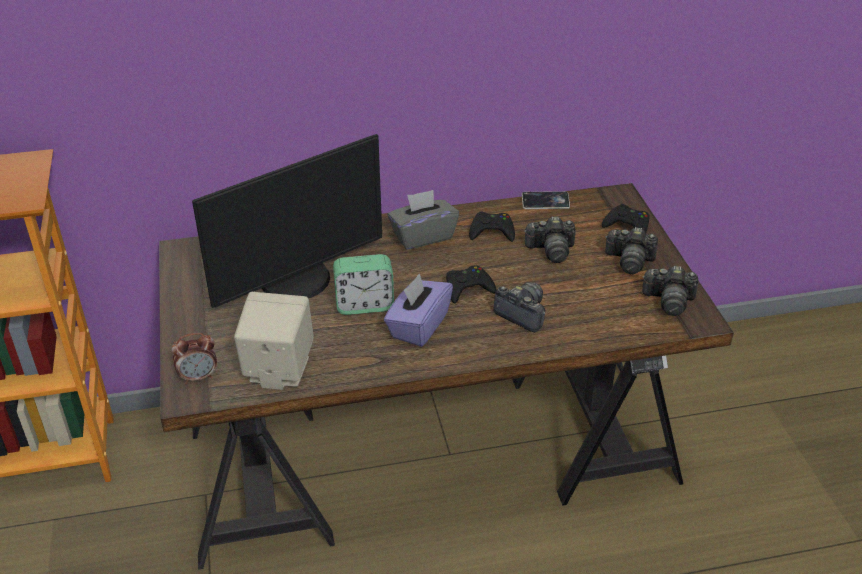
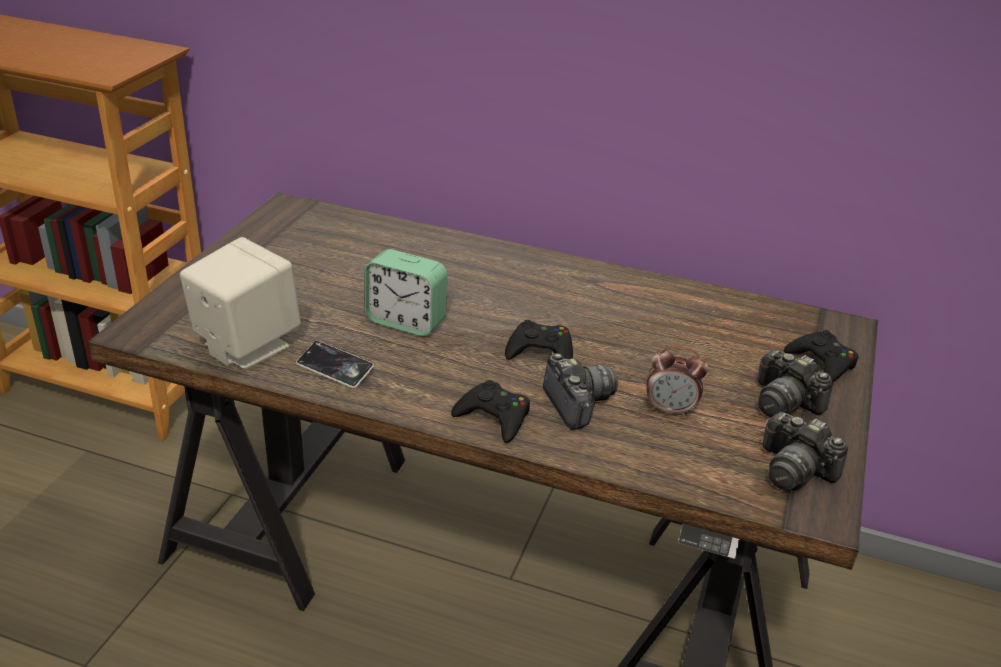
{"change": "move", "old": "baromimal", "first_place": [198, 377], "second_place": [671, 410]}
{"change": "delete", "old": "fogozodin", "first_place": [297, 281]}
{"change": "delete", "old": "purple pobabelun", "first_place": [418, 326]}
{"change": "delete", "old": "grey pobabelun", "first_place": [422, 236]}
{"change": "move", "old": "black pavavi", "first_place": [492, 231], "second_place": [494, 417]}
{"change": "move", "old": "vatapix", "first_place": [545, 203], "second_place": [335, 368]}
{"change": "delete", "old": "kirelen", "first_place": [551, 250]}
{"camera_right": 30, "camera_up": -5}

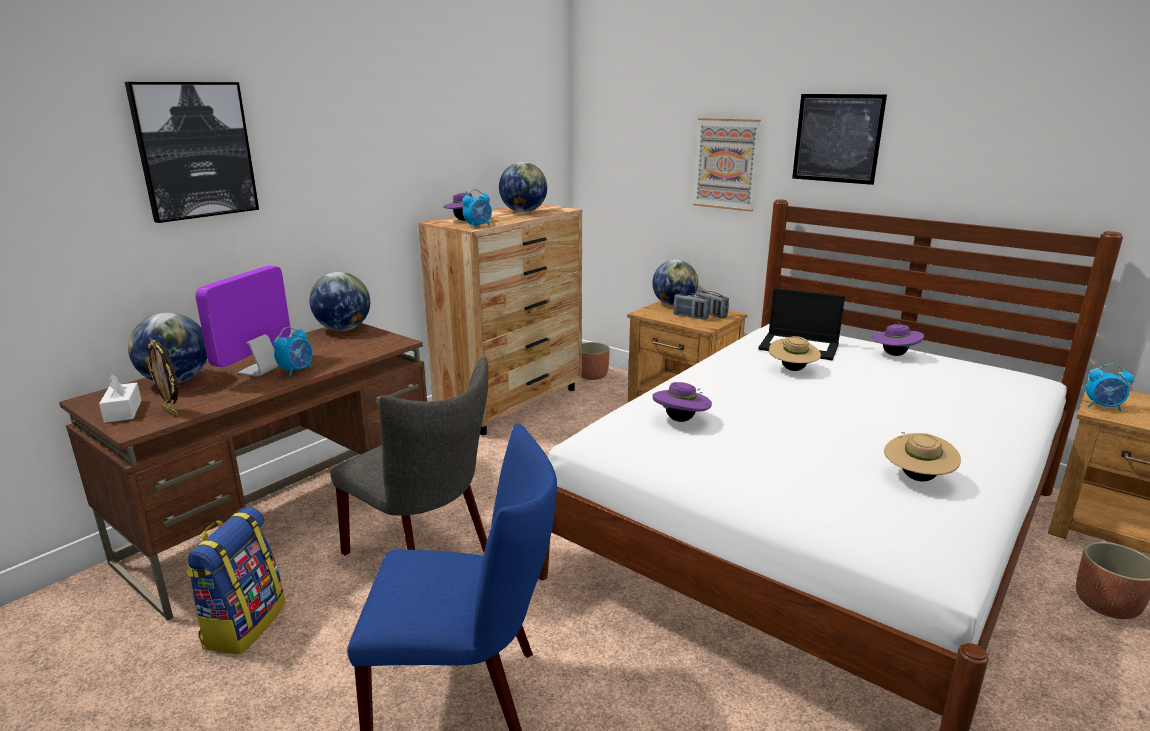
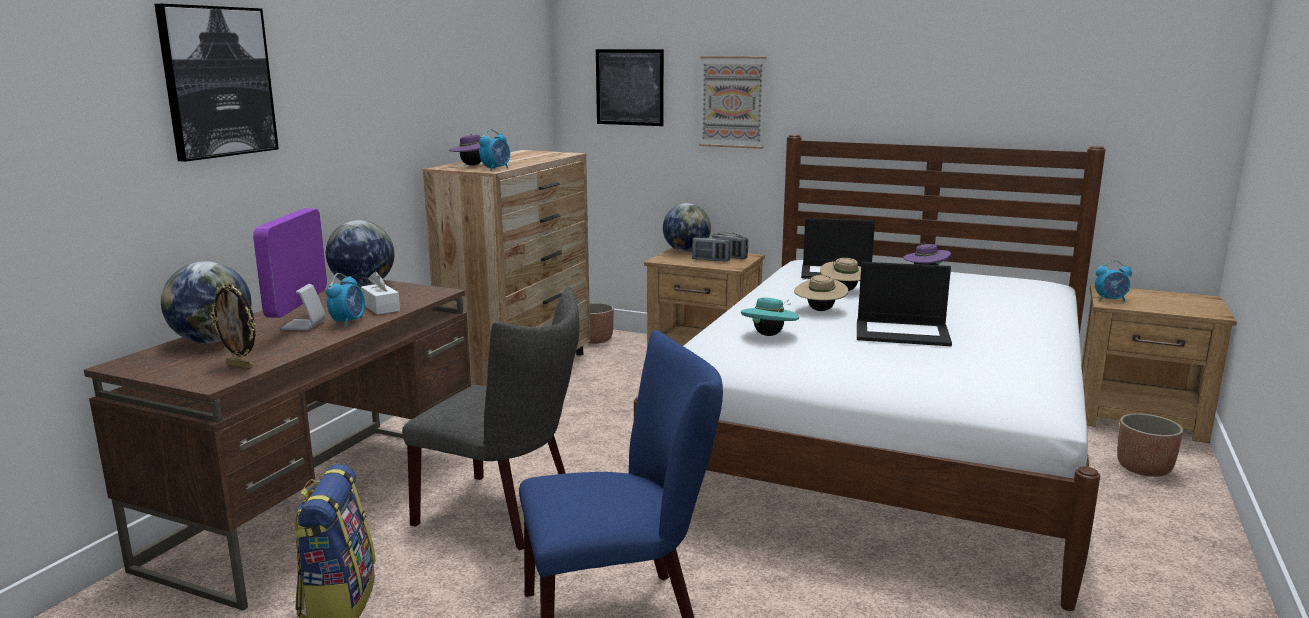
{"change": "move", "old": "white pobabelun", "first_place": [123, 411], "second_place": [381, 307]}
{"change": "delete", "old": "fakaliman", "first_place": [523, 212]}
{"change": "recolor", "old": "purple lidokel", "new": "turquoise lidokel", "first_place": [680, 420], "second_place": [769, 335]}
{"change": "move", "old": "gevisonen", "first_place": [837, 138], "second_place": [629, 87]}
{"change": "move", "old": "beige lidokel", "first_place": [916, 478], "second_place": [819, 310]}
{"change": "insert", "new": "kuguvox", "second_place": [903, 333]}
{"camera_right": -15, "camera_up": -5}

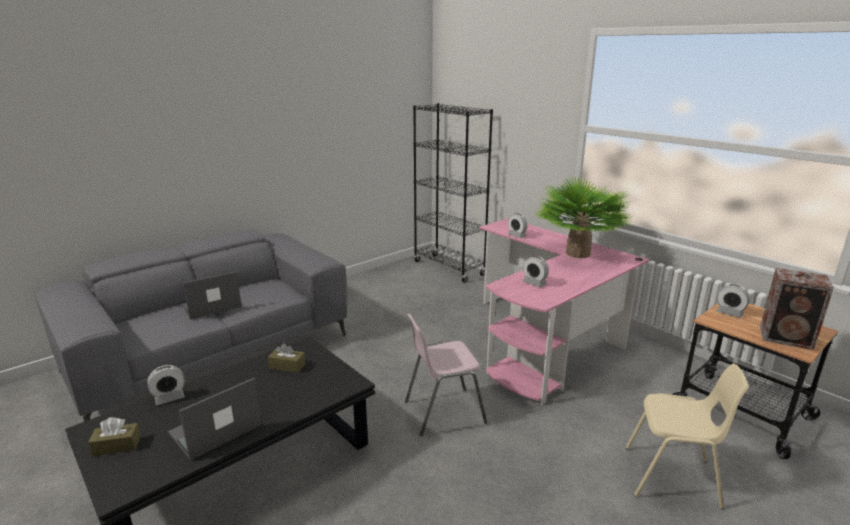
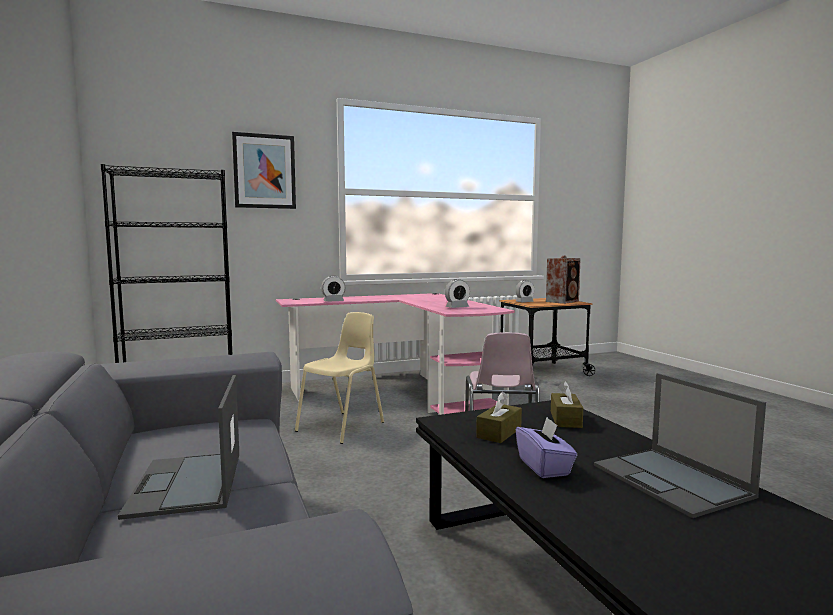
{"change": "move", "old": "brown pobabelun", "first_place": [117, 446], "second_place": [565, 419]}
{"change": "delete", "old": "baromimal", "first_place": [169, 398]}
{"change": "delete", "old": "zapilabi", "first_place": [578, 253]}
{"change": "move", "old": "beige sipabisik", "first_place": [672, 478], "second_place": [342, 427]}
{"change": "insert", "new": "gevisonen", "second_place": [264, 171]}
{"change": "insert", "new": "purple pobabelun", "second_place": [544, 467]}
{"camera_right": -70, "camera_up": -15}

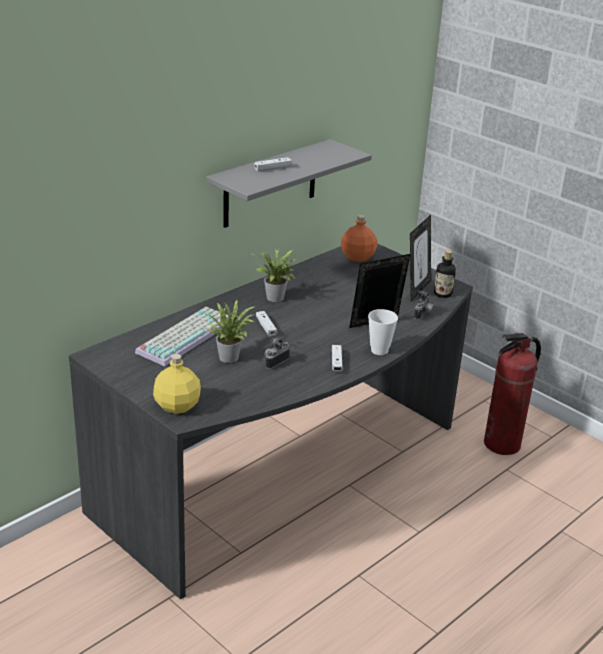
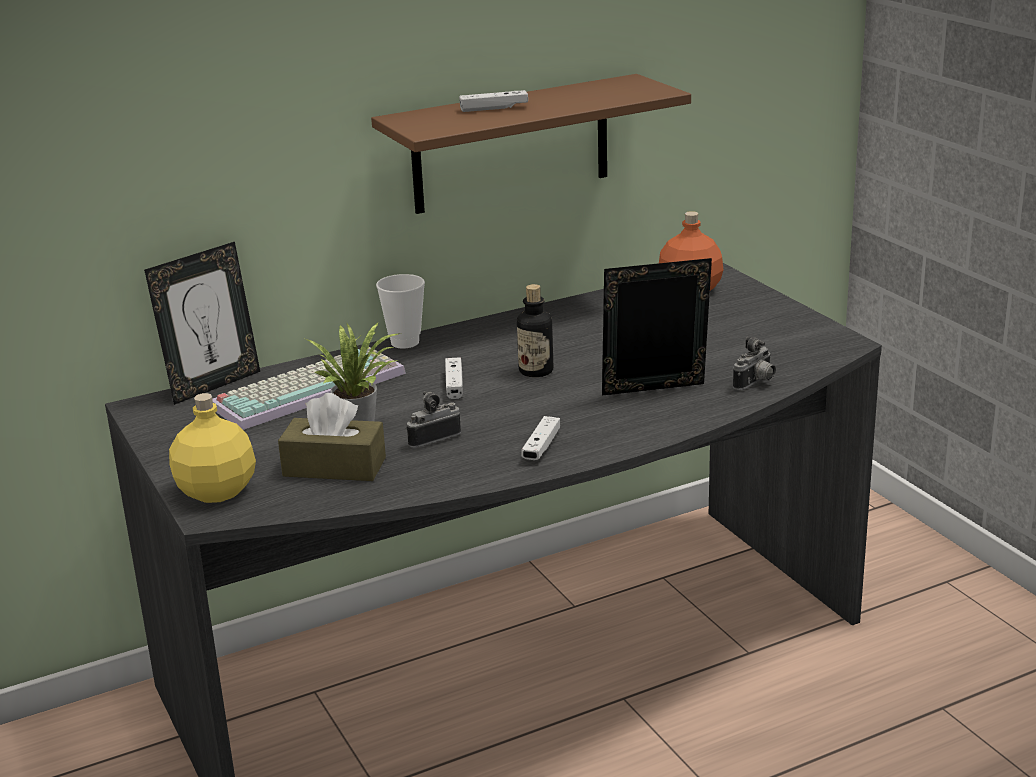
{"change": "recolor", "old": "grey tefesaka", "new": "brown tefesaka", "first_place": [270, 184], "second_place": [511, 144]}
{"change": "delete", "old": "zapilabi", "first_place": [275, 299]}
{"change": "move", "old": "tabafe", "first_place": [379, 350], "second_place": [405, 342]}
{"change": "move", "old": "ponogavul", "first_place": [417, 289], "second_place": [213, 385]}
{"change": "move", "old": "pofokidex", "first_place": [442, 294], "second_place": [536, 371]}
{"change": "delete", "old": "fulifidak", "first_place": [502, 444]}
{"change": "insert", "new": "brown pobabelun", "second_place": [334, 467]}
{"camera_right": 20, "camera_up": -5}

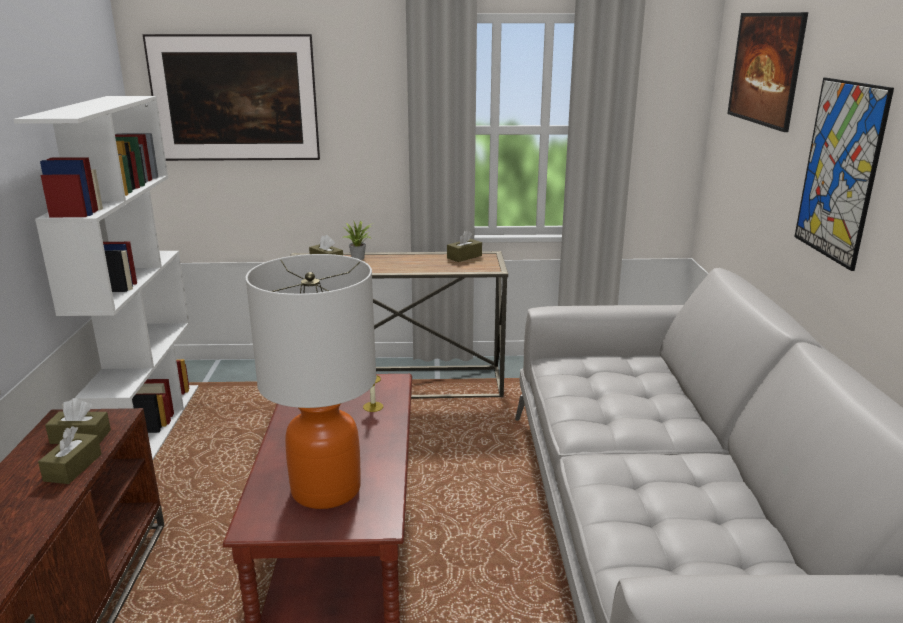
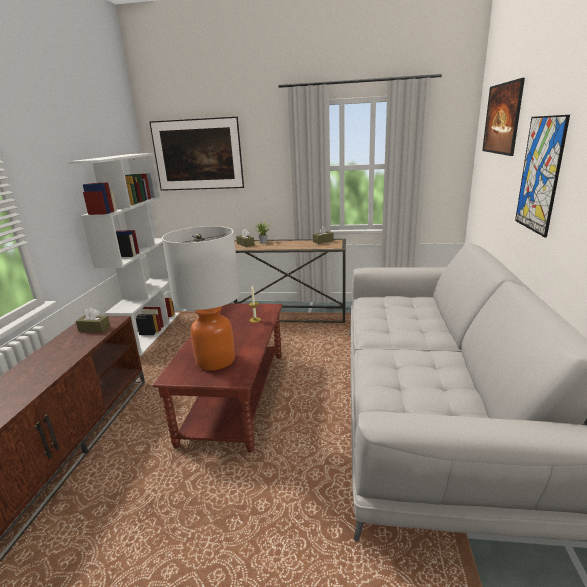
{"change": "delete", "old": "brown pobabelun", "first_place": [73, 467]}
{"camera_right": 10, "camera_up": 0}

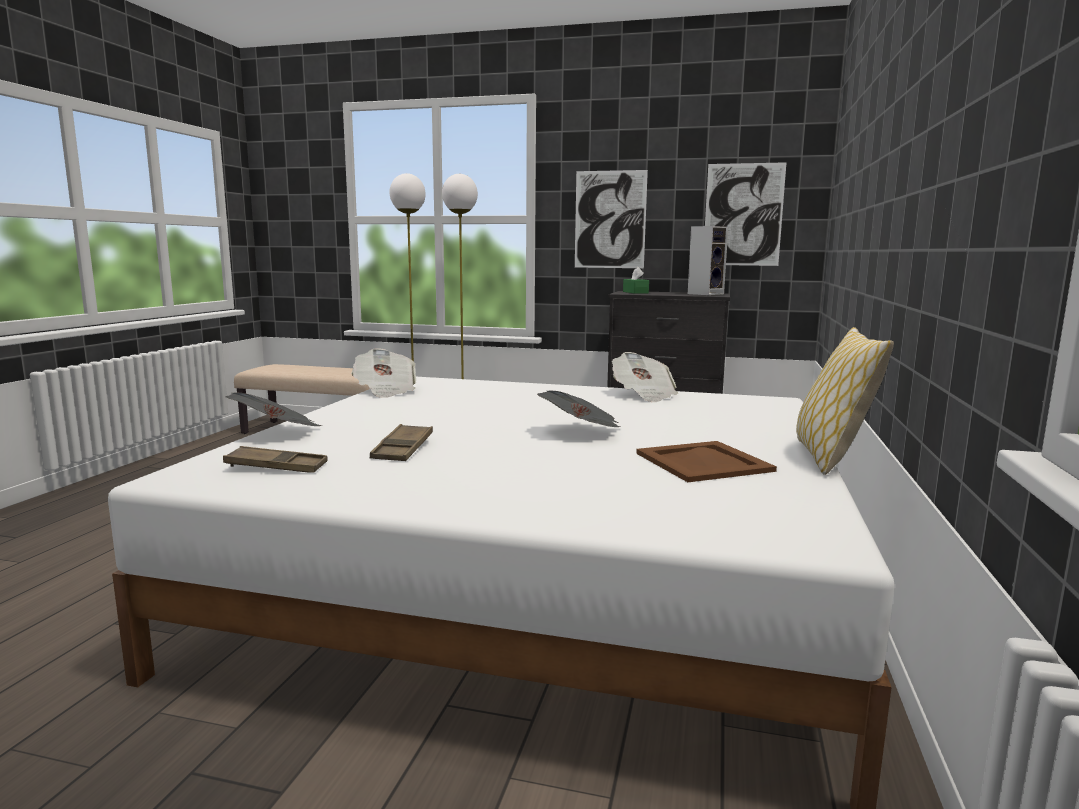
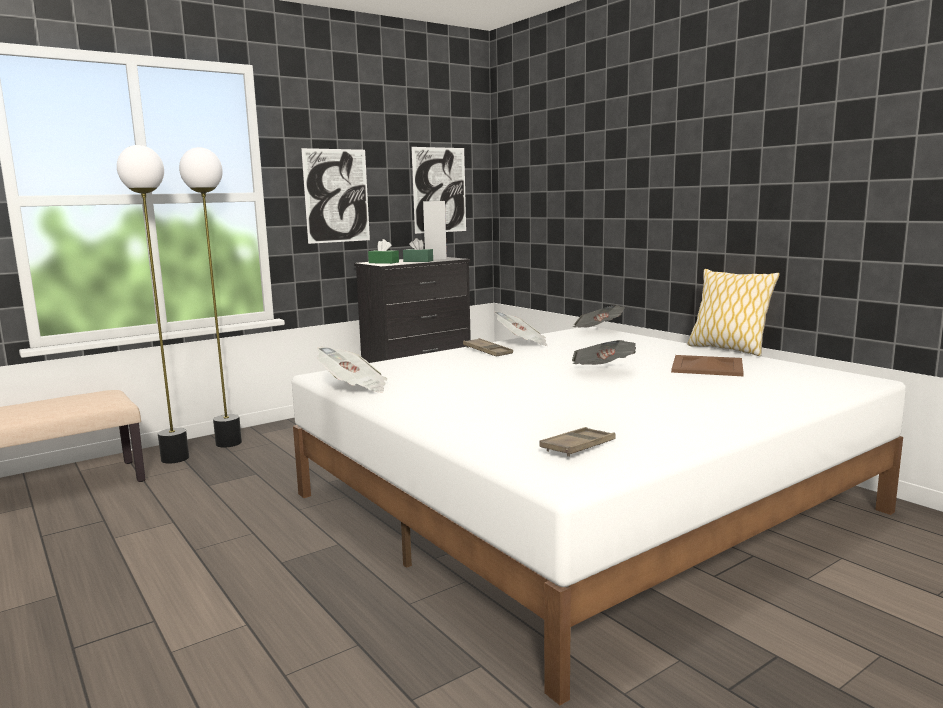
{"change": "move", "old": "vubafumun", "first_place": [278, 434], "second_place": [598, 331]}
{"change": "move", "old": "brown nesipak", "first_place": [403, 449], "second_place": [487, 351]}
{"change": "insert", "new": "green pobabelun", "second_place": [418, 261]}
{"camera_right": -50, "camera_up": 0}

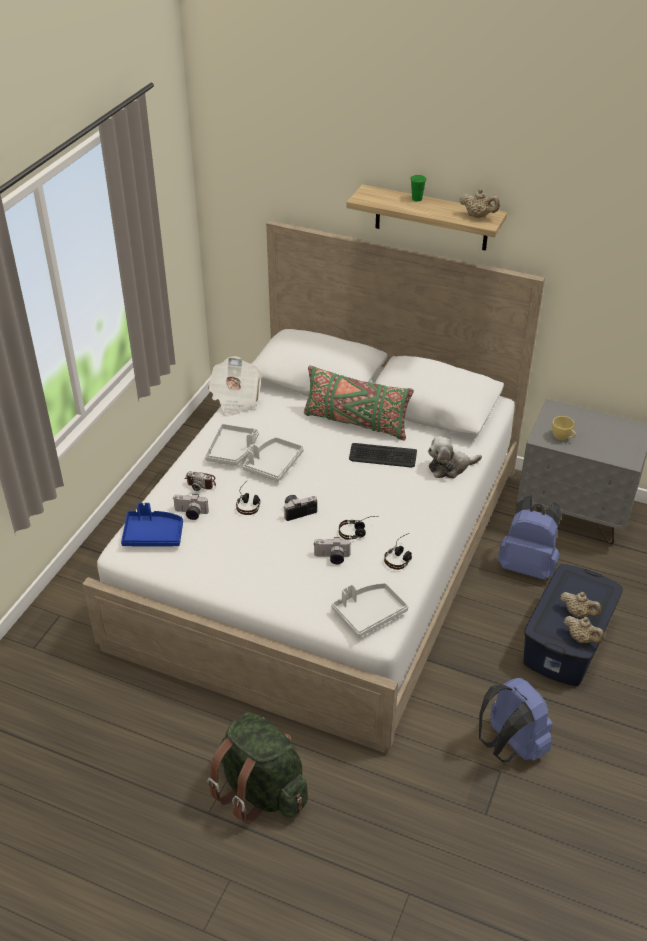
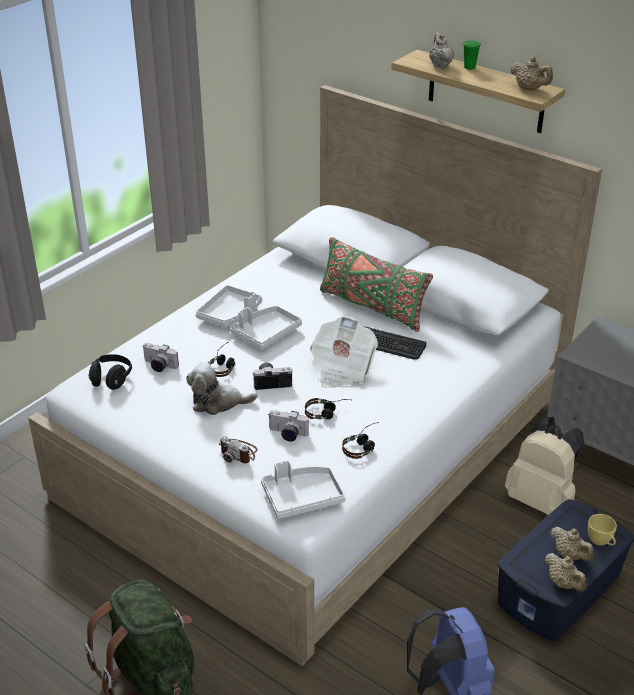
{"change": "replace", "old": "blue nesipak", "new": "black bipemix", "first_place": [153, 535], "second_place": [111, 379]}
{"change": "move", "old": "kirelen", "first_place": [201, 482], "second_place": [238, 453]}
{"change": "move", "old": "vubafumun", "first_place": [235, 399], "second_place": [342, 368]}
{"change": "move", "old": "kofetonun", "first_place": [450, 467], "second_place": [218, 402]}
{"change": "recolor", "old": "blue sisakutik", "new": "beige sisakutik", "first_place": [527, 566], "second_place": [541, 500]}
{"change": "move", "old": "yellow tabafe", "first_place": [563, 438], "second_place": [601, 542]}
{"change": "insert", "new": "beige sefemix", "second_place": [440, 64]}
{"camera_right": 15, "camera_up": -5}

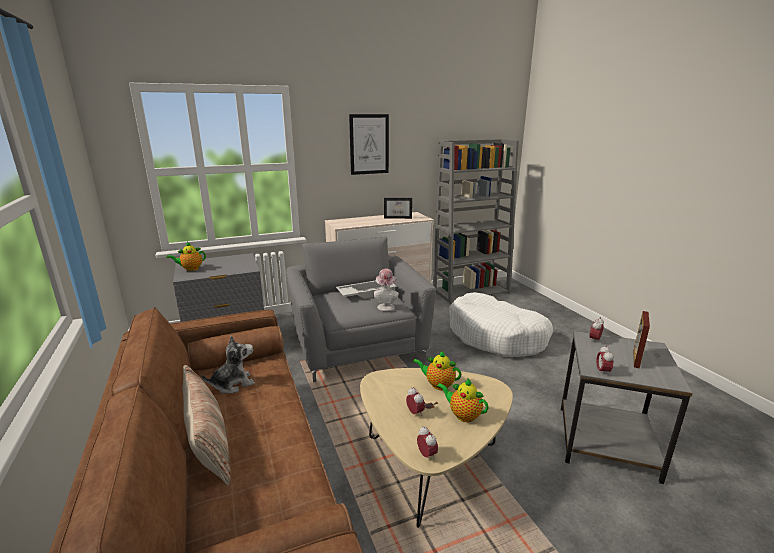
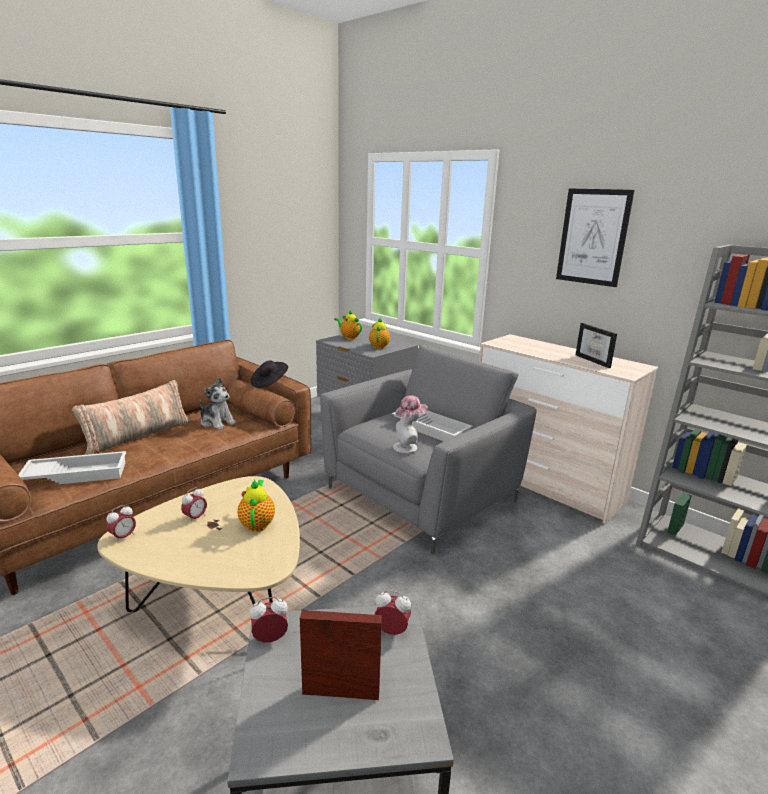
{"change": "move", "old": "sefemix", "first_place": [463, 415], "second_place": [379, 346]}
{"change": "delete", "old": "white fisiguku", "first_place": [496, 336]}
{"change": "insert", "new": "white nesipak", "second_place": [77, 474]}
{"change": "insert", "new": "black lidokel", "second_place": [269, 383]}
{"camera_right": 65, "camera_up": 0}

